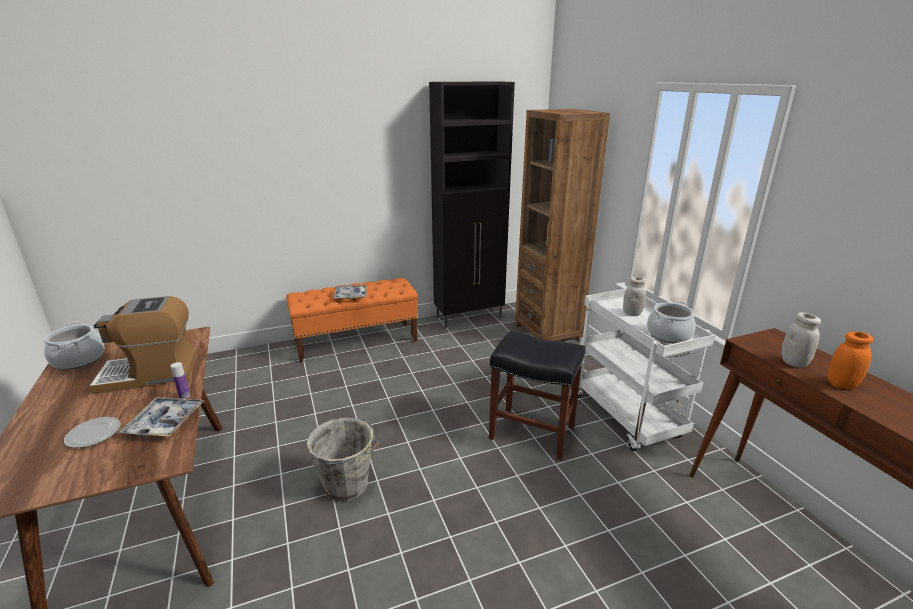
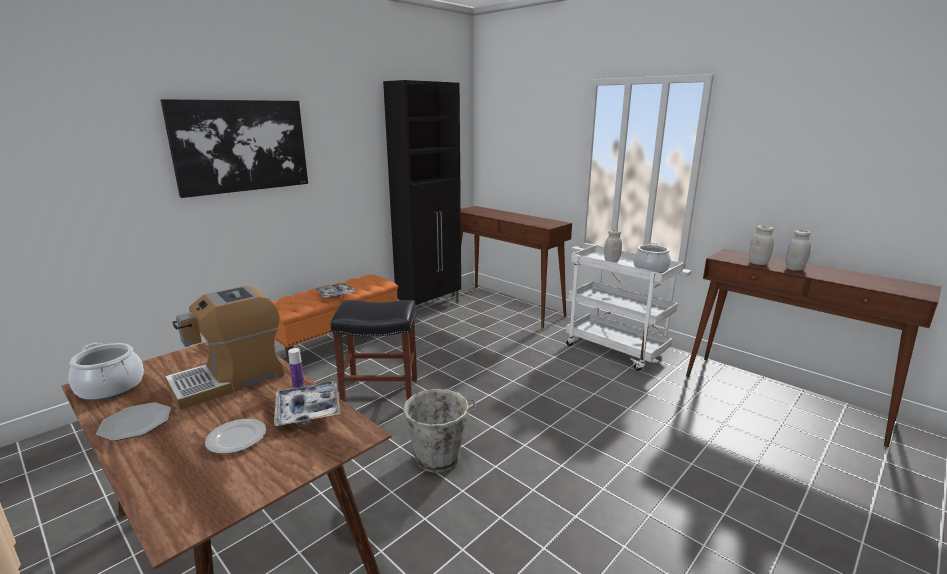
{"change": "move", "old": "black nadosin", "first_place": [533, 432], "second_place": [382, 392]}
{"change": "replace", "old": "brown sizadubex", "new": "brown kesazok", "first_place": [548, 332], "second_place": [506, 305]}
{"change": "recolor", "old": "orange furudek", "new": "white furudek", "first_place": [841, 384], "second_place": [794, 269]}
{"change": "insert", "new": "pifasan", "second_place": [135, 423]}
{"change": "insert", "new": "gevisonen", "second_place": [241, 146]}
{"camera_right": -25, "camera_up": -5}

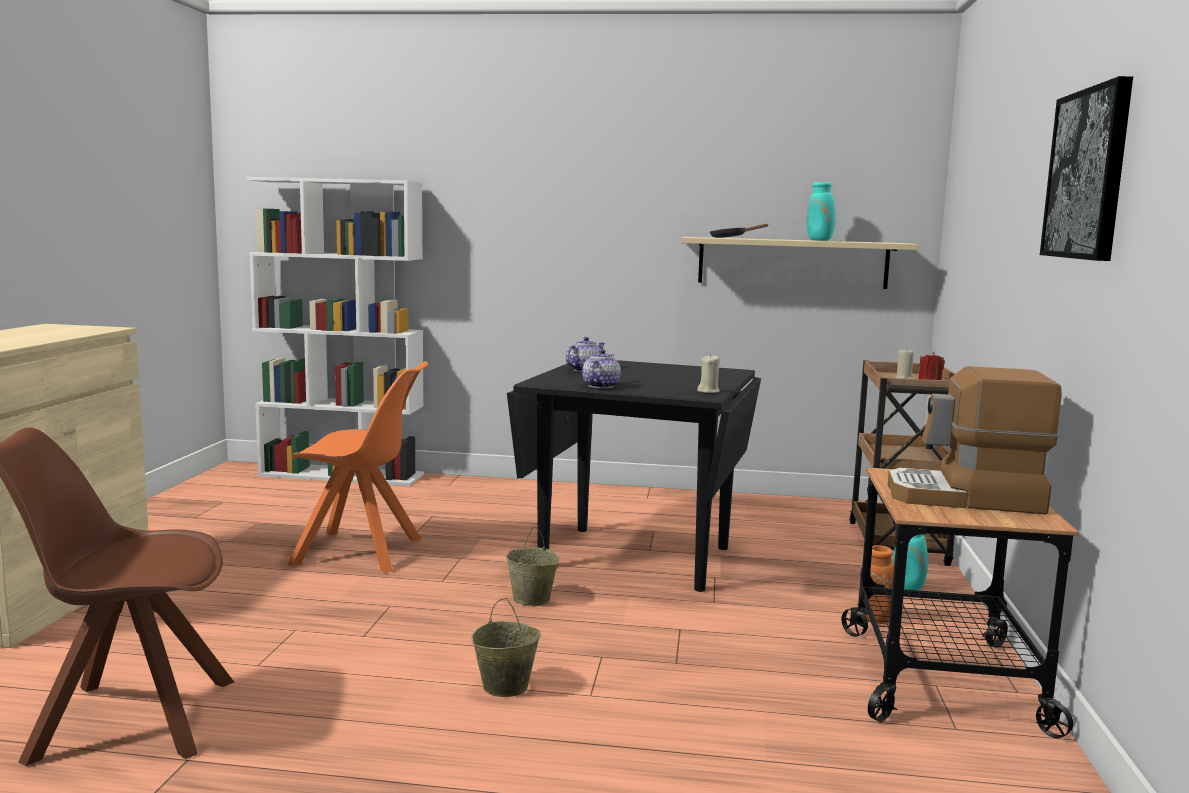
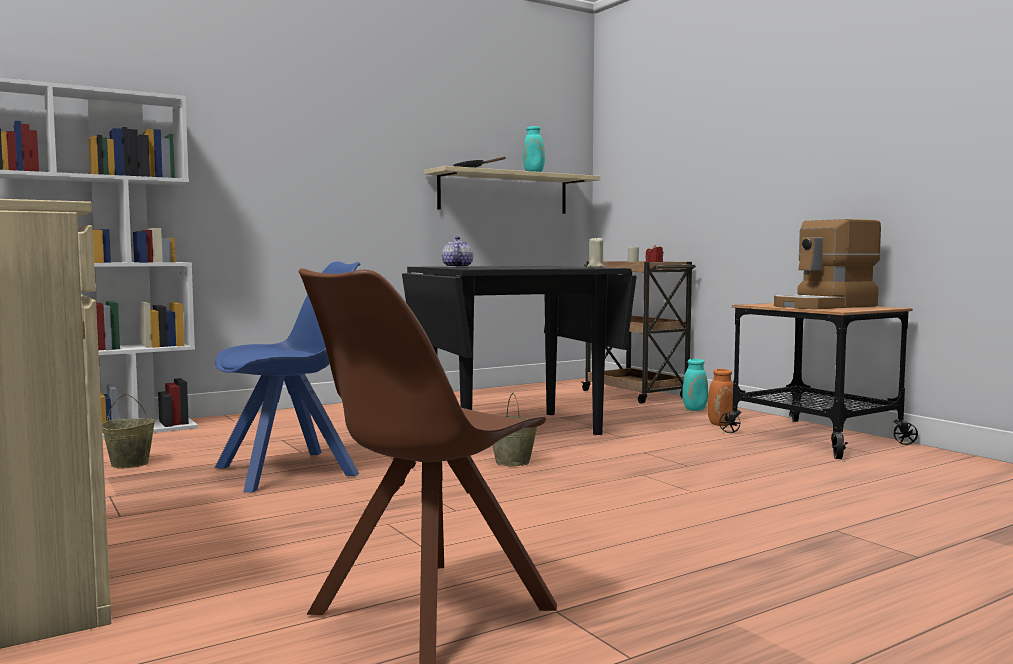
{"change": "recolor", "old": "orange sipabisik", "new": "blue sipabisik", "first_place": [361, 552], "second_place": [291, 471]}
{"change": "move", "old": "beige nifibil", "first_place": [504, 686], "second_place": [129, 464]}
{"change": "delete", "old": "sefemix", "first_place": [600, 386]}
{"change": "delete", "old": "gevisonen", "first_place": [1088, 174]}
{"camera_right": -40, "camera_up": -5}

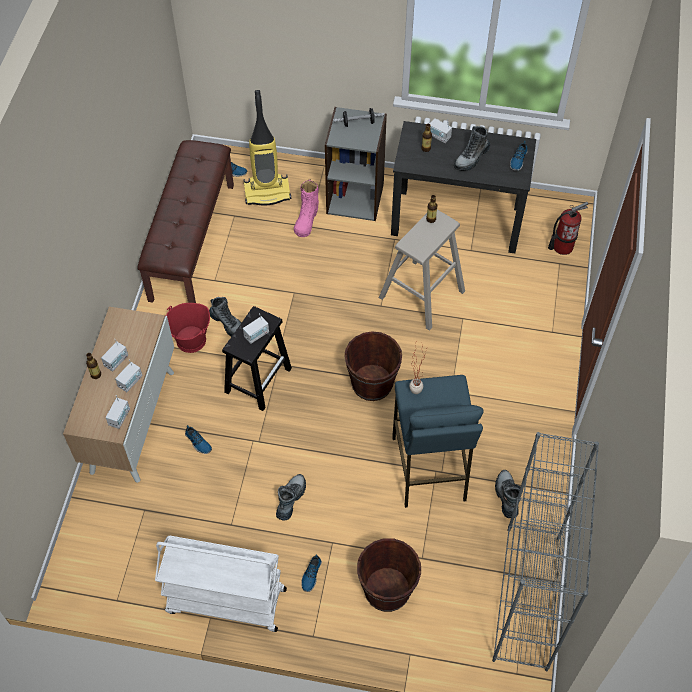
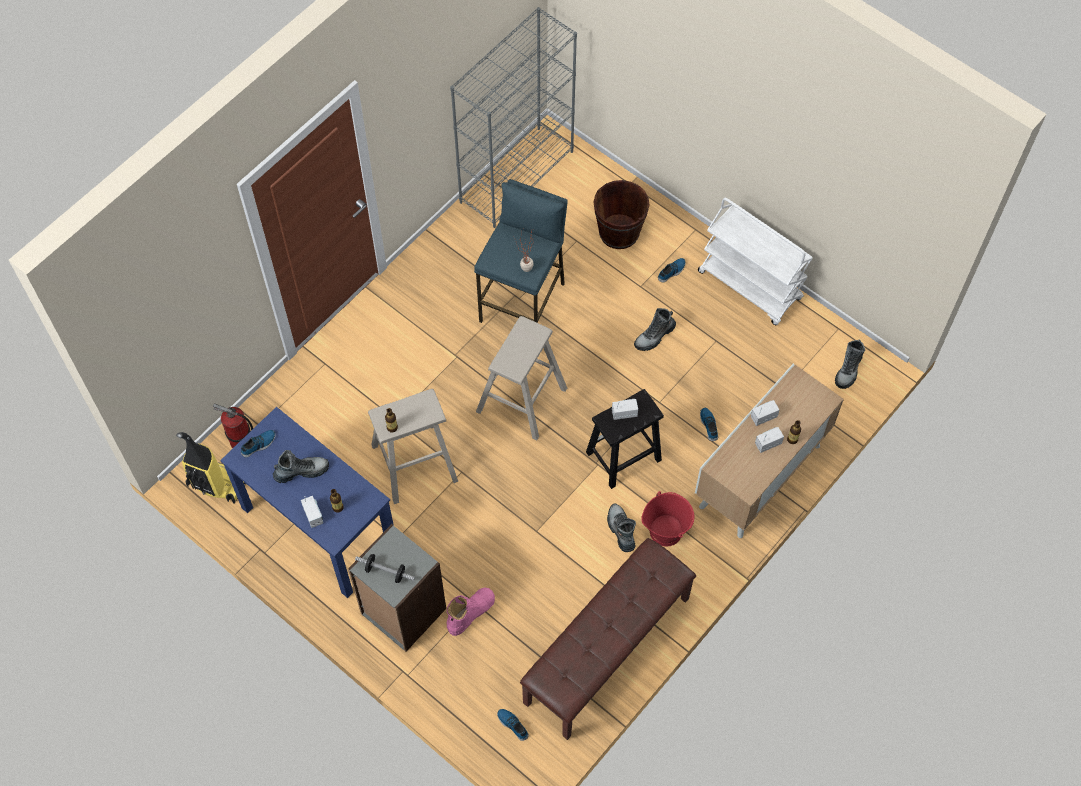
{"change": "delete", "old": "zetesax", "first_place": [119, 417]}
{"change": "move", "old": "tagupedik", "first_place": [267, 192], "second_place": [216, 484]}
{"change": "replace", "old": "brown nifibil", "new": "beige nadosin", "first_place": [372, 383], "second_place": [521, 399]}
{"change": "recolor", "old": "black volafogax", "new": "blue volafogax", "first_place": [457, 220], "second_place": [318, 526]}
{"change": "move", "old": "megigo", "first_place": [506, 496], "second_place": [848, 369]}
{"camera_right": -150, "camera_up": 5}

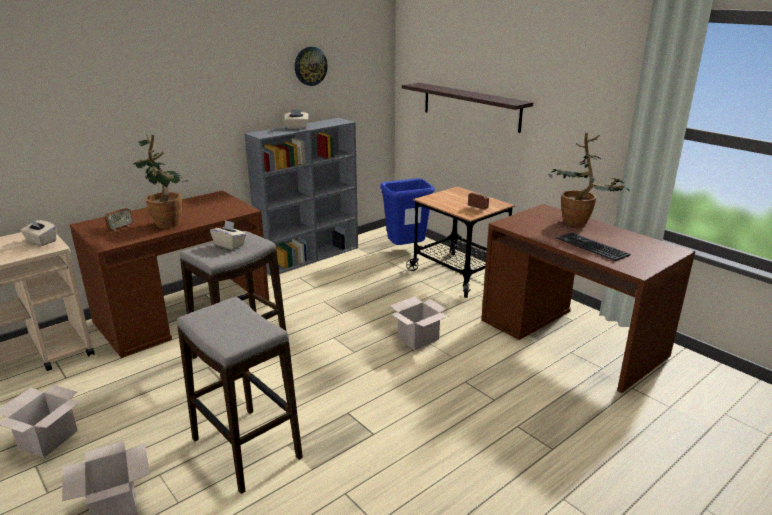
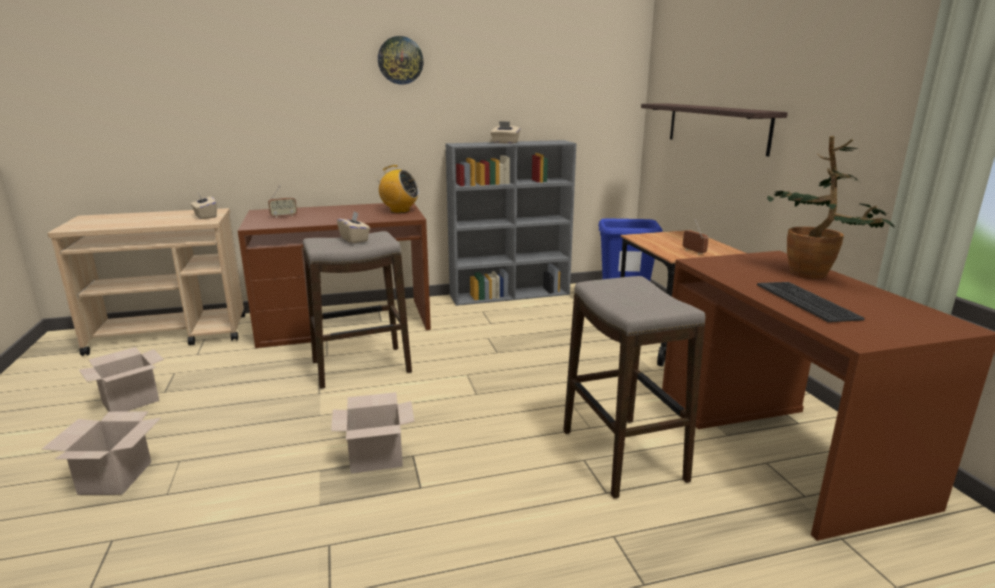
{"change": "delete", "old": "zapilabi", "first_place": [168, 222]}
{"change": "move", "old": "nadosin", "first_place": [246, 449], "second_place": [622, 456]}
{"change": "move", "old": "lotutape", "first_place": [310, 66], "second_place": [400, 60]}
{"change": "move", "old": "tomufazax", "first_place": [418, 338], "second_place": [377, 457]}
{"change": "insert", "new": "zetesax", "second_place": [399, 211]}
{"camera_right": 25, "camera_up": -5}

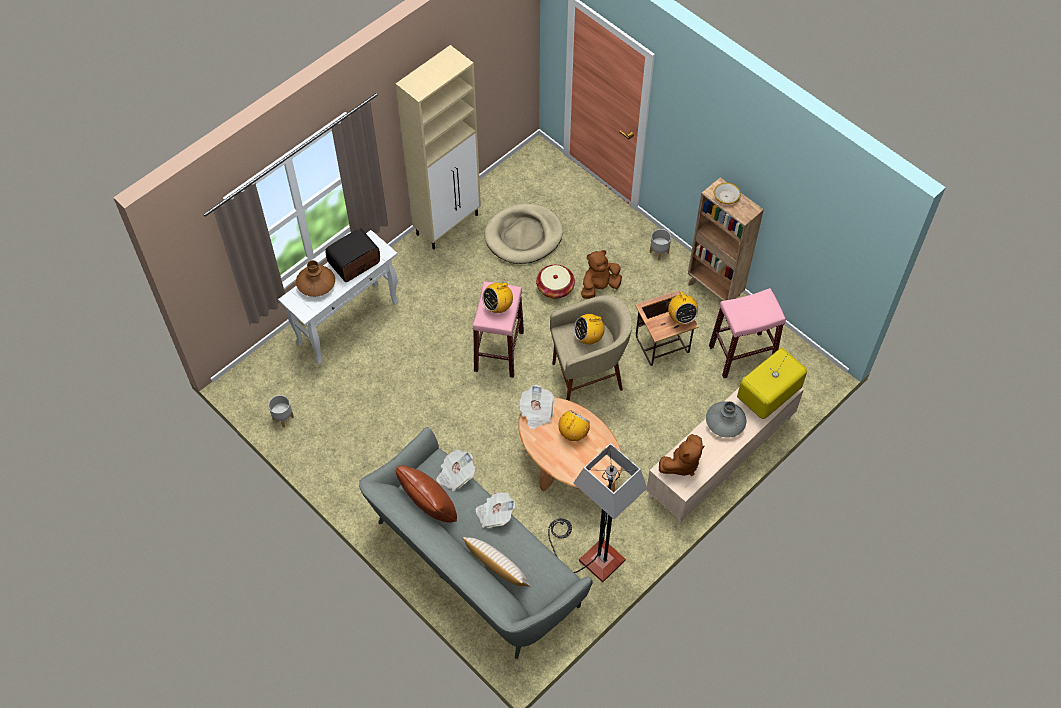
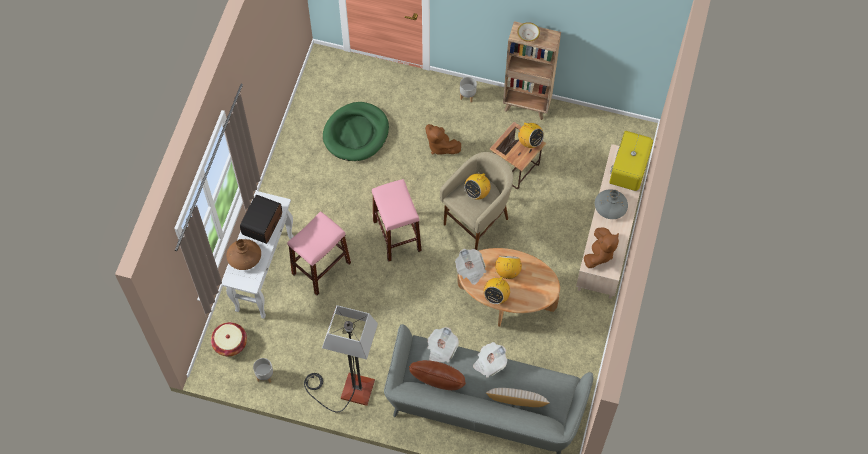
{"change": "delete", "old": "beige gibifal", "first_place": [448, 224]}
{"change": "move", "old": "zetesax", "first_place": [498, 306], "second_place": [496, 296]}
{"change": "recolor", "old": "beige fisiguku", "new": "green fisiguku", "first_place": [523, 236], "second_place": [356, 133]}
{"change": "move", "old": "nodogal", "first_place": [555, 288], "second_place": [230, 343]}
{"change": "move", "old": "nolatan", "first_place": [590, 555], "second_place": [347, 390]}
{"change": "rotate", "old": "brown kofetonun", "first_place": [599, 287], "second_place": [440, 146], "degrees": -75}
{"change": "move", "old": "pink nadosin", "first_place": [741, 355], "second_place": [321, 268]}
{"camera_right": -30, "camera_up": 5}

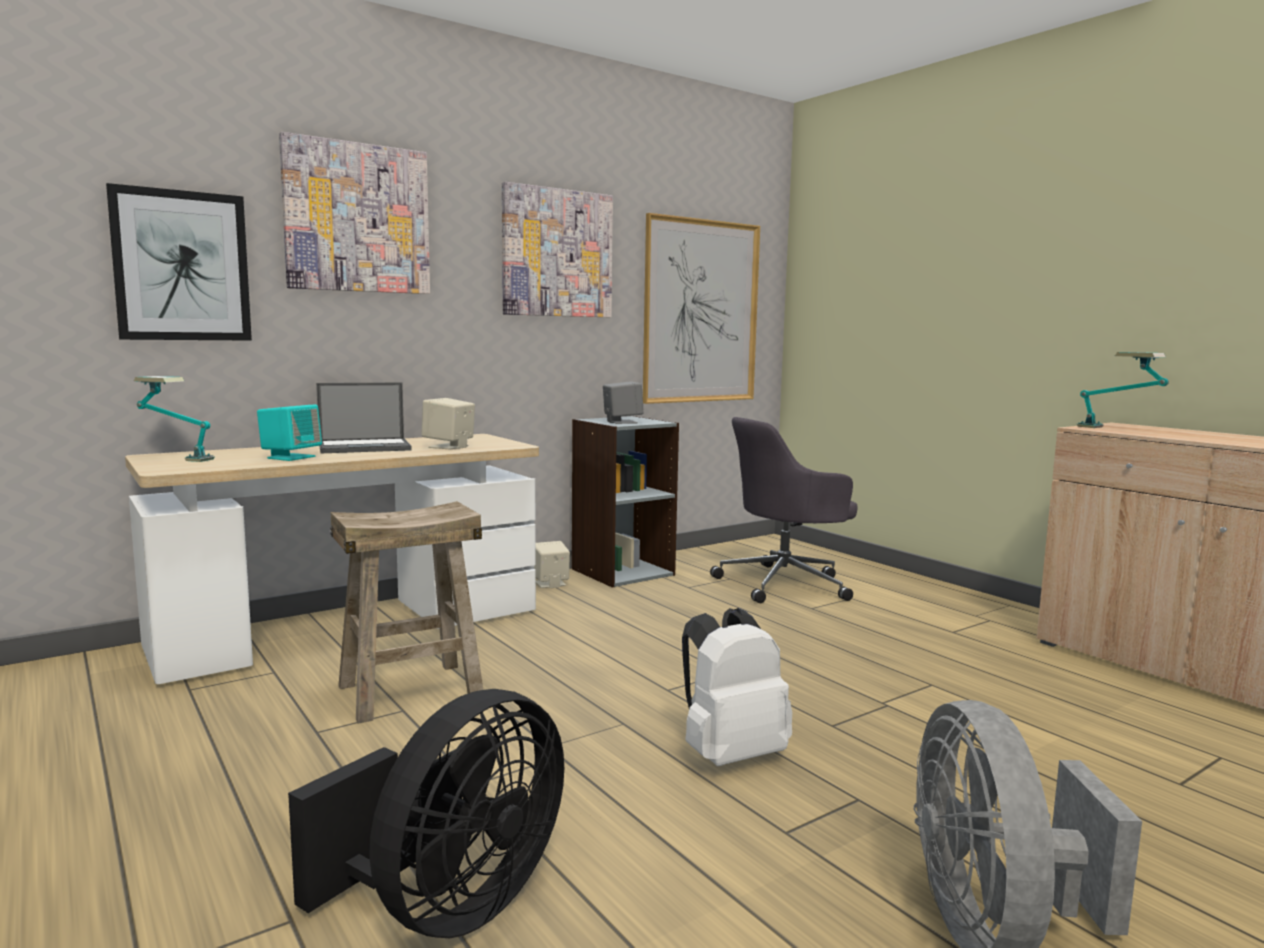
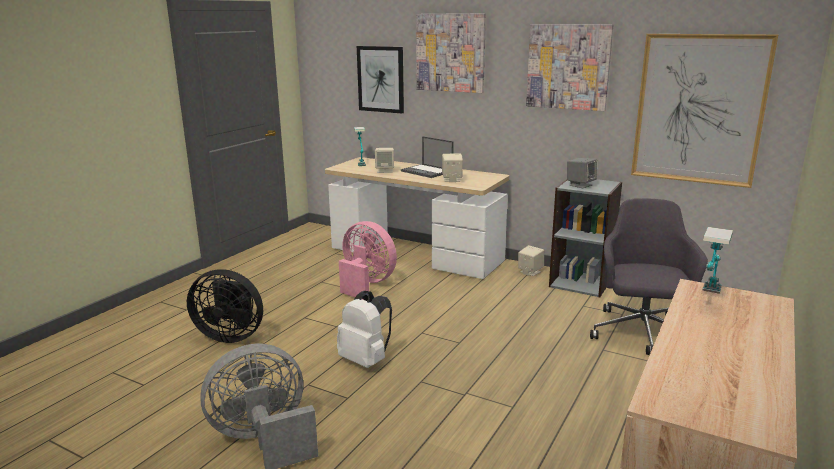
{"change": "recolor", "old": "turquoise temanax", "new": "beige temanax", "first_place": [291, 457], "second_place": [385, 171]}
{"change": "replace", "old": "beige nadosin", "new": "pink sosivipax", "first_place": [410, 692], "second_place": [366, 284]}
{"change": "rotate", "old": "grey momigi", "first_place": [785, 584], "second_place": [641, 333], "degrees": 60}
{"camera_right": 65, "camera_up": 10}

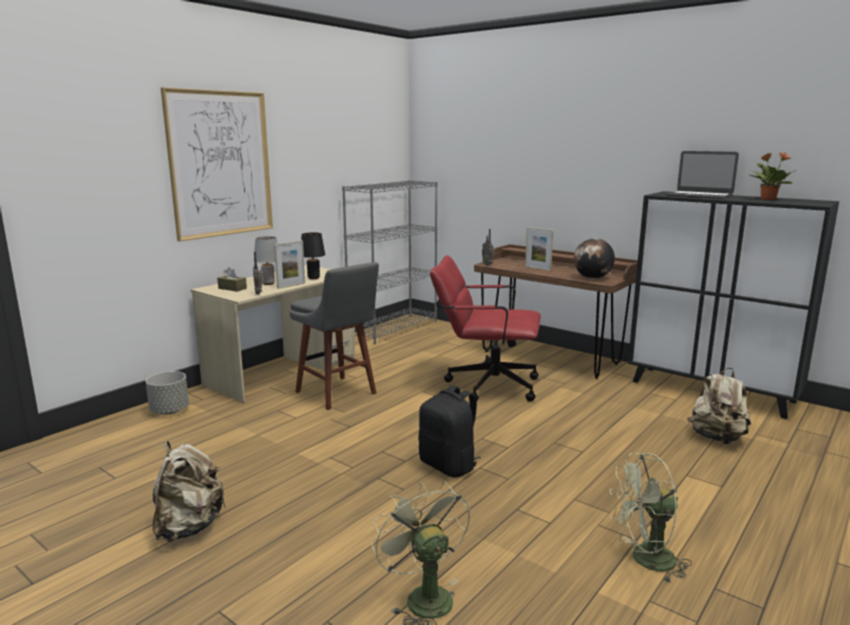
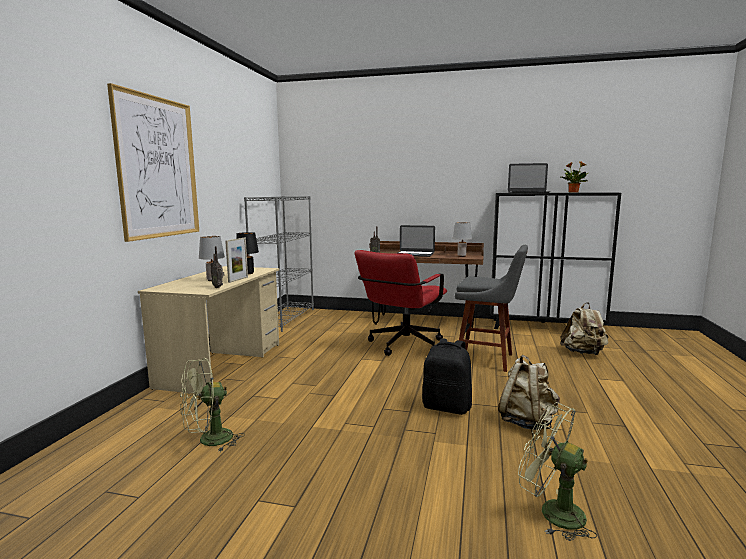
{"change": "delete", "old": "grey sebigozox", "first_place": [169, 411]}
{"change": "move", "old": "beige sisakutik", "first_place": [189, 527], "second_place": [527, 422]}
{"change": "delete", "old": "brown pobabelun", "first_place": [232, 288]}
{"change": "move", "old": "grey nadosin", "first_place": [338, 394], "second_place": [488, 360]}
{"change": "rotate", "old": "red momigi", "first_place": [484, 385], "second_place": [402, 346], "degrees": -45}
{"change": "replace", "old": "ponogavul", "new": "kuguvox", "first_place": [537, 268], "second_place": [414, 254]}
{"change": "replace", "old": "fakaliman", "new": "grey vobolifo", "first_place": [592, 278], "second_place": [462, 256]}
{"change": "move", "old": "green sosivipax", "first_place": [645, 560], "second_place": [209, 441]}
{"camera_right": -25, "camera_up": -5}

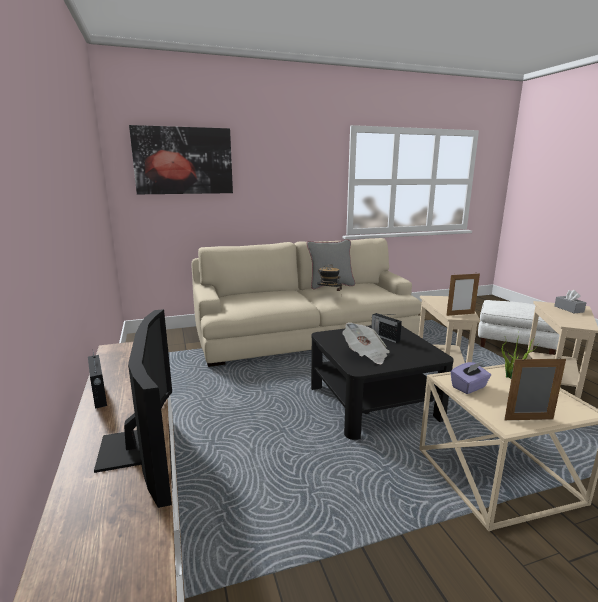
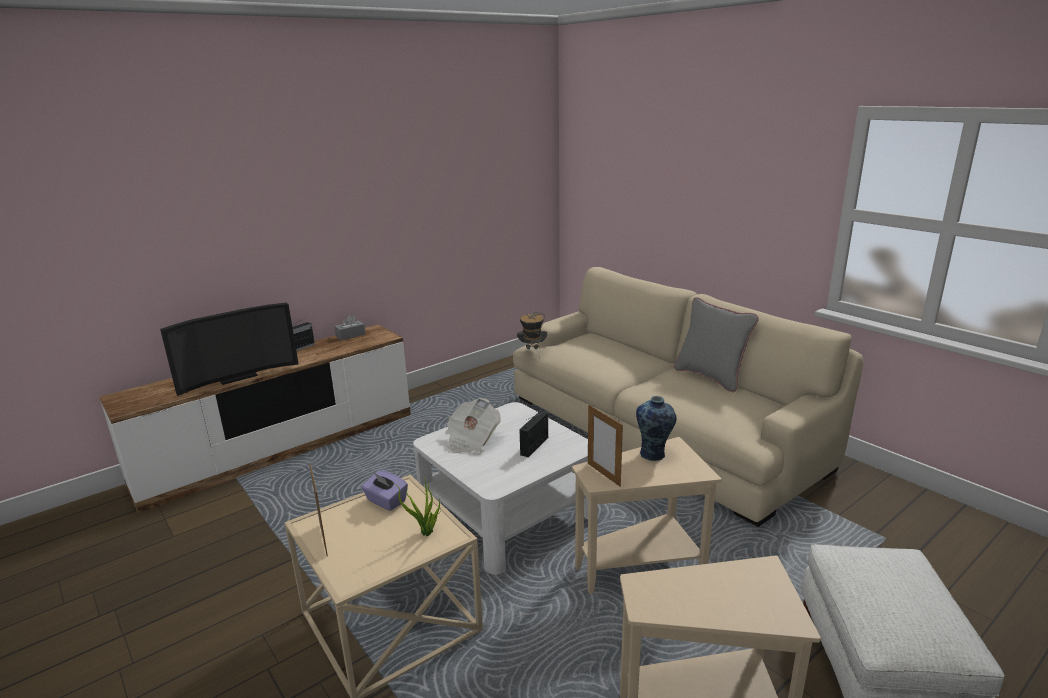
{"change": "delete", "old": "gevisonen", "first_place": [183, 161]}
{"change": "recolor", "old": "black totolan", "new": "white totolan", "first_place": [374, 402], "second_place": [508, 514]}
{"change": "move", "old": "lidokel", "first_place": [328, 296], "second_place": [532, 352]}
{"change": "move", "old": "grey pobabelun", "first_place": [568, 309], "second_place": [350, 335]}
{"change": "insert", "new": "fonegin", "second_place": [653, 455]}
{"camera_right": 70, "camera_up": 5}

